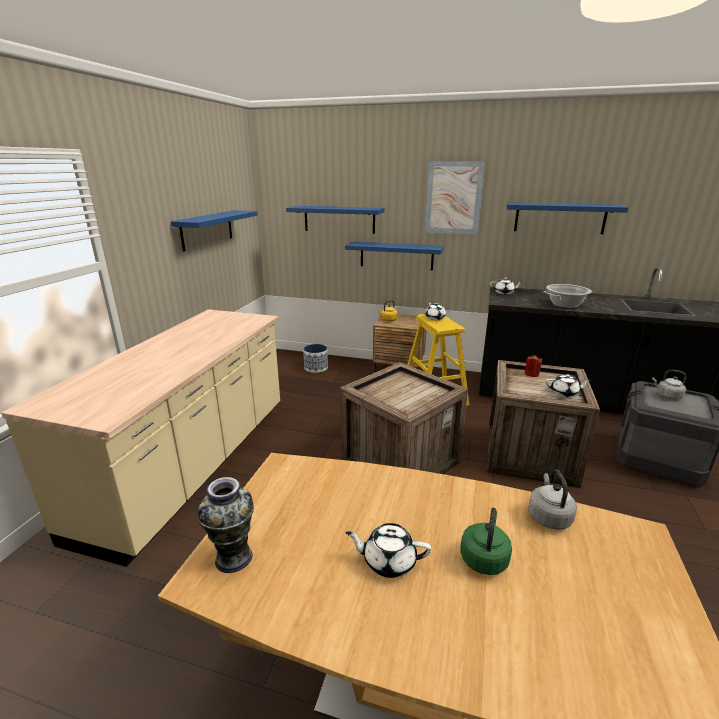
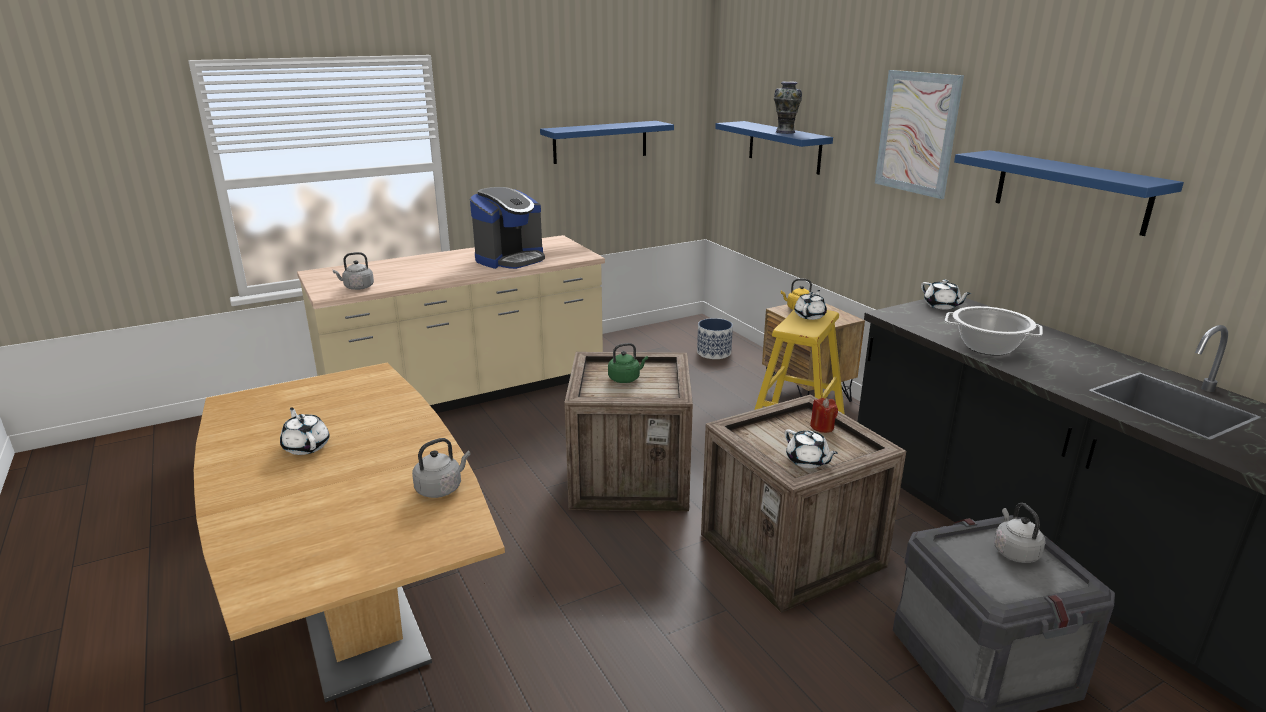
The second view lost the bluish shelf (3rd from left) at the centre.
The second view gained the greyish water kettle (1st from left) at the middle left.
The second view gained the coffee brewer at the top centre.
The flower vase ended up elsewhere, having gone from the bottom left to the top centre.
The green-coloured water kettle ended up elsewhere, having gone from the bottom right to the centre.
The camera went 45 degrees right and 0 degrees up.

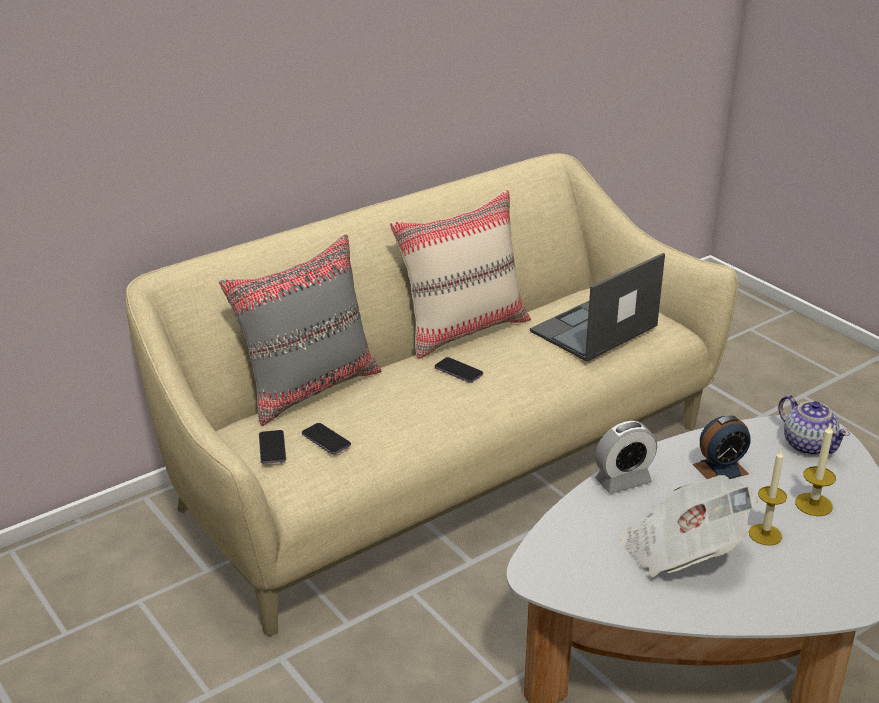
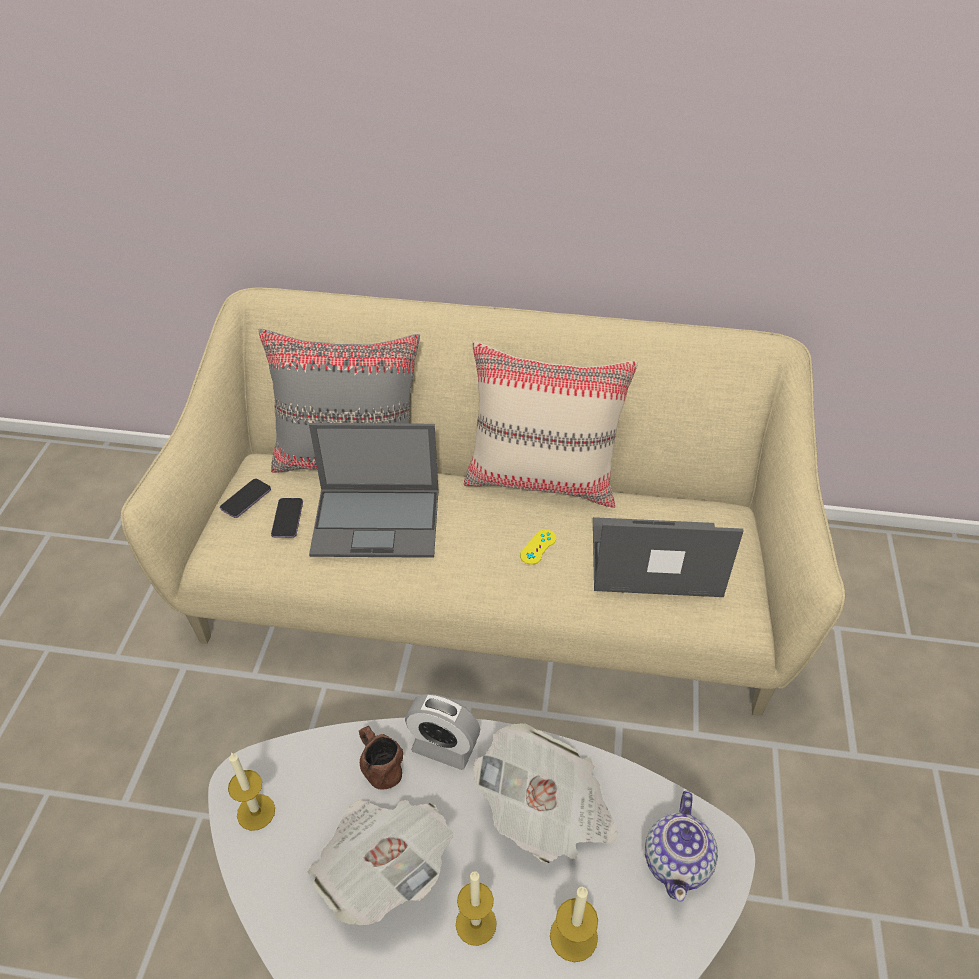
The second view lost the phone (3rd from left) at the centre.
The second view gained the wax candle (1st from left) at the bottom left.
The second view gained the notebook computer (1st from left) at the centre.
The second view gained the brownish tea mug at the bottom centre.
The second view gained the yellow-coloured game controller at the centre.
Where the bedside clock (2nd from left) stood at the middle right, the printed paper (2nd from left) came to stand at the bottom centre.
The camera went 45 degrees right and 15 degrees up.

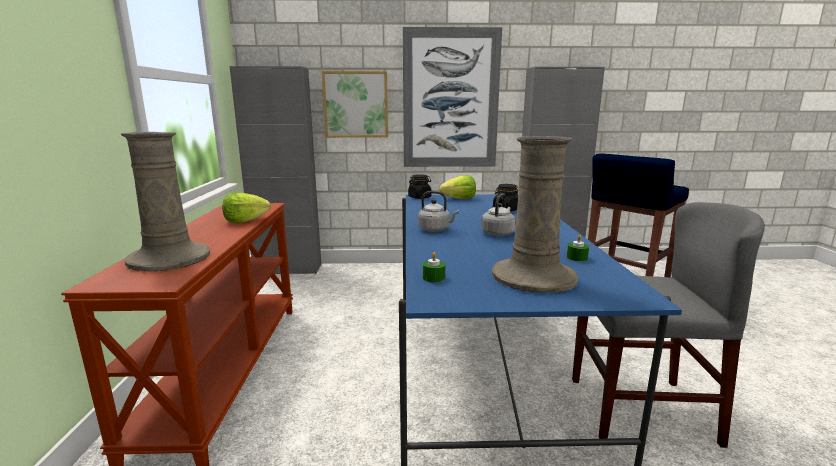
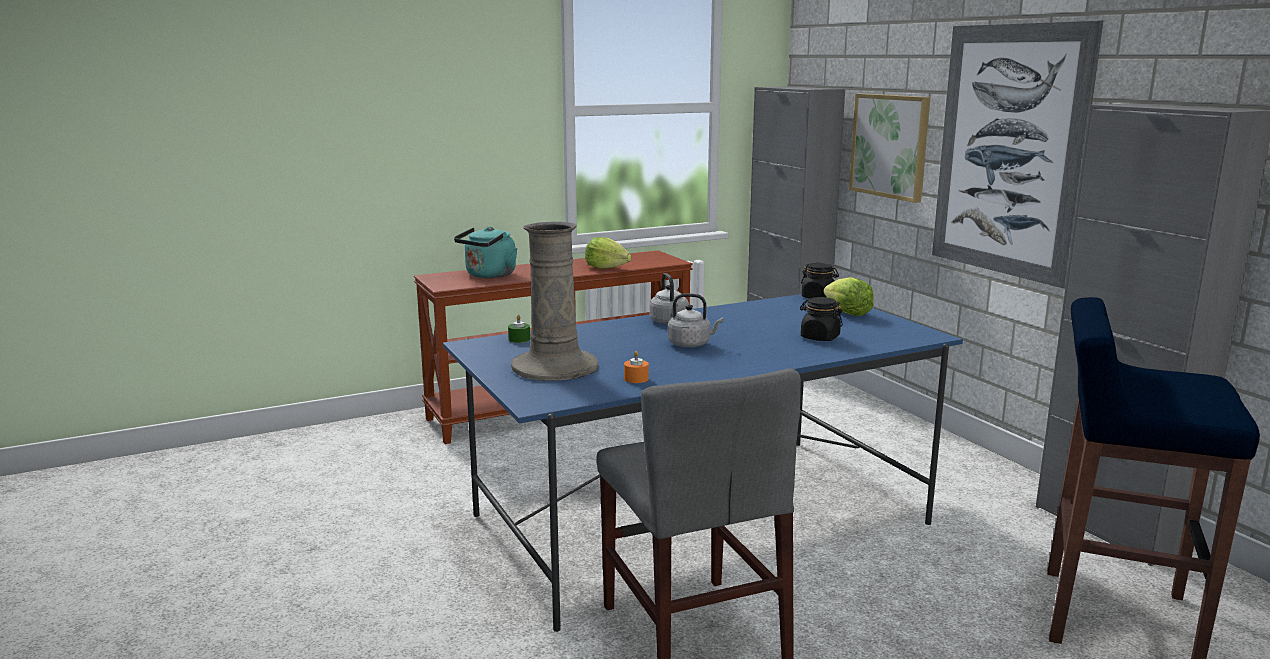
Where the sand-coloured flower vase (1st from left) stood at the middle left, the turquoise water kettle came to stand at the centre.
What was the green-coloured wax candle (2nd from left) at the middle right turned into the orange-coloured wax candle at the centre.
The camera went 65 degrees right and 0 degrees up.

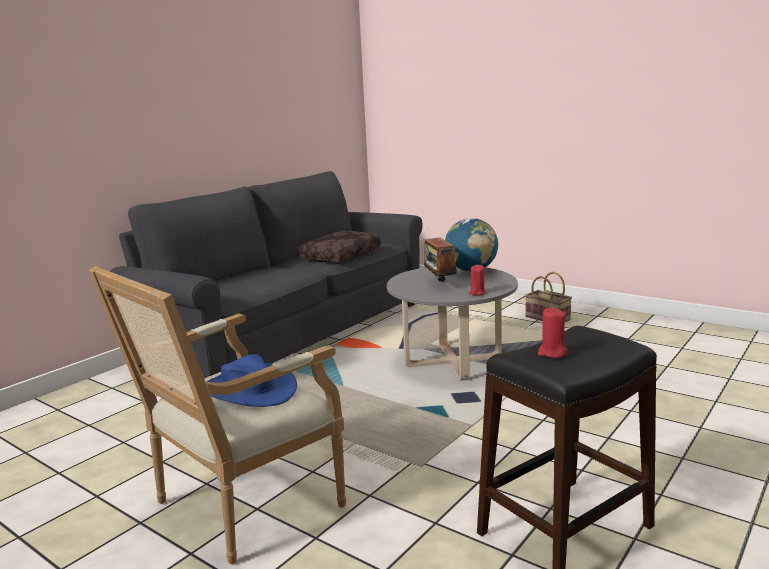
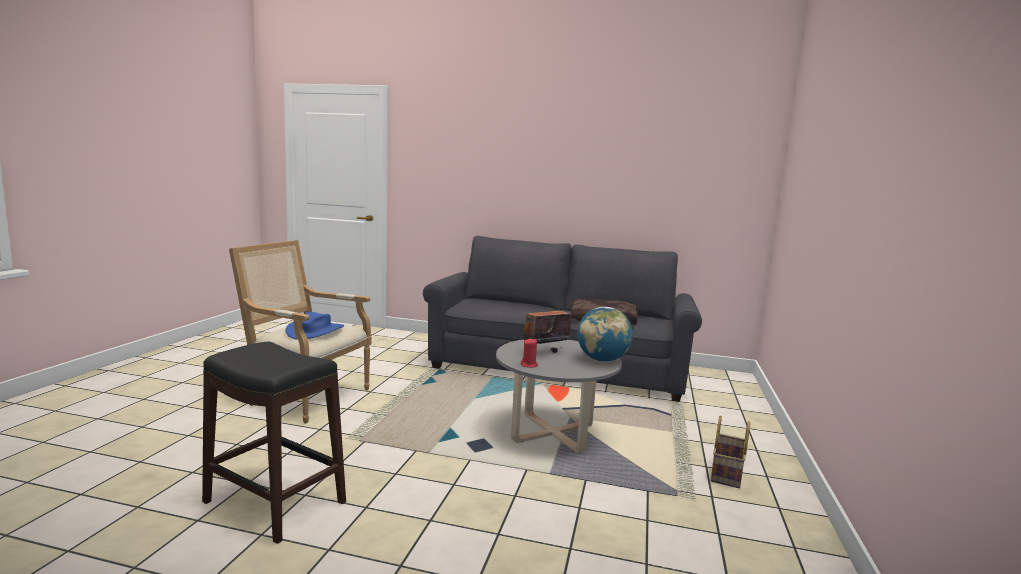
The second view lost the red-coloured wax candle (2nd from left) at the middle right.
The camera went 65 degrees right and 5 degrees down.

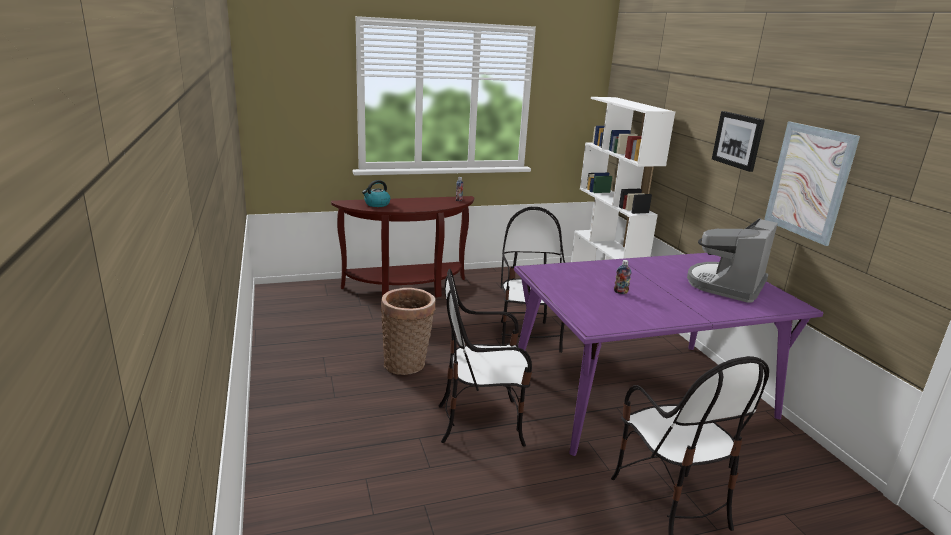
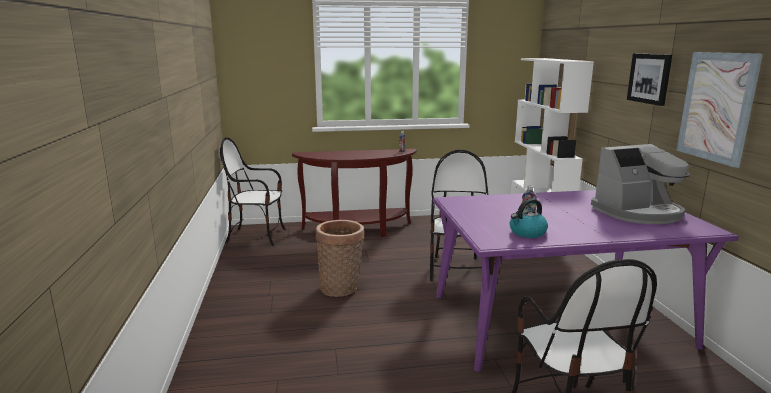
The water kettle ended up elsewhere, having gone from the centre to the middle right.
The upright chair (1st from left) ended up elsewhere, having gone from the bottom centre to the middle left.
The coffee brewer at the middle right ended up facing another way, 150 degrees counterclockwise from before.
The camera went 10 degrees right and 5 degrees down.

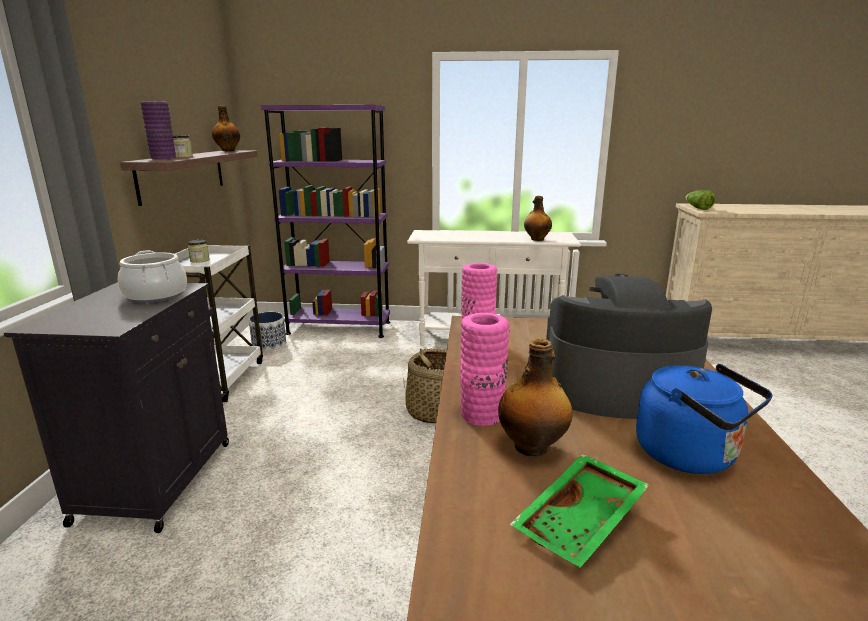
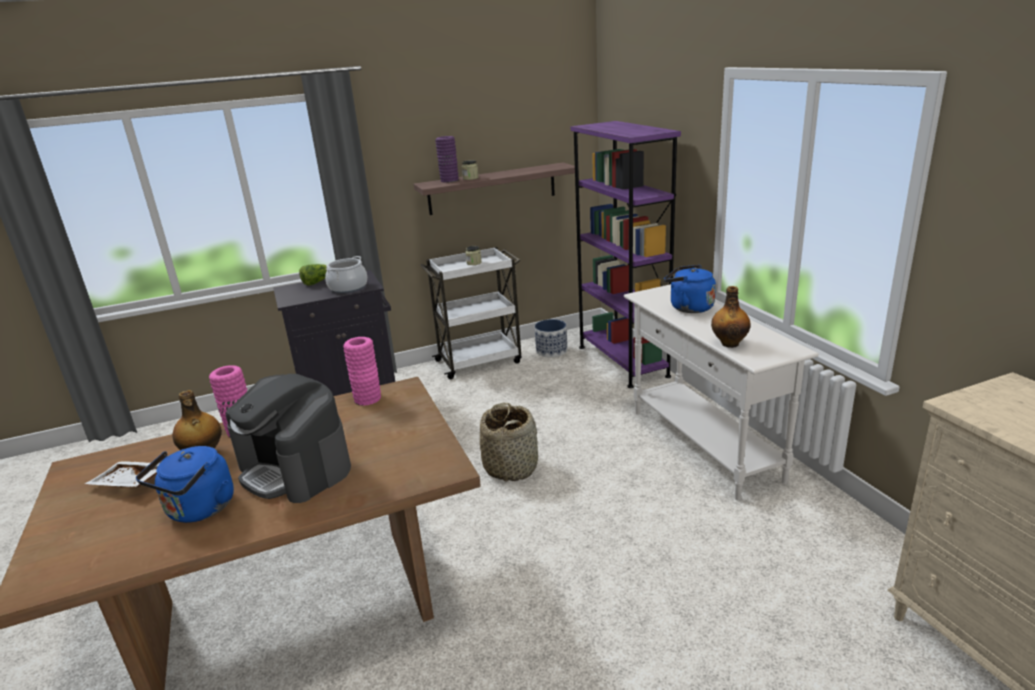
The second view lost the beverage bottle (1st from left) at the top left.
The second view gained the bluish water kettle (2nd from left) at the middle right.
The head of lettuce ended up elsewhere, having gone from the top right to the middle left.
What was the green-coloured carrying tray at the bottom right turned into the white carrying tray at the bottom left.
The coffee brewer at the middle right ended up facing another way, 150 degrees clockwise from before.
The camera went 65 degrees right and 5 degrees up.

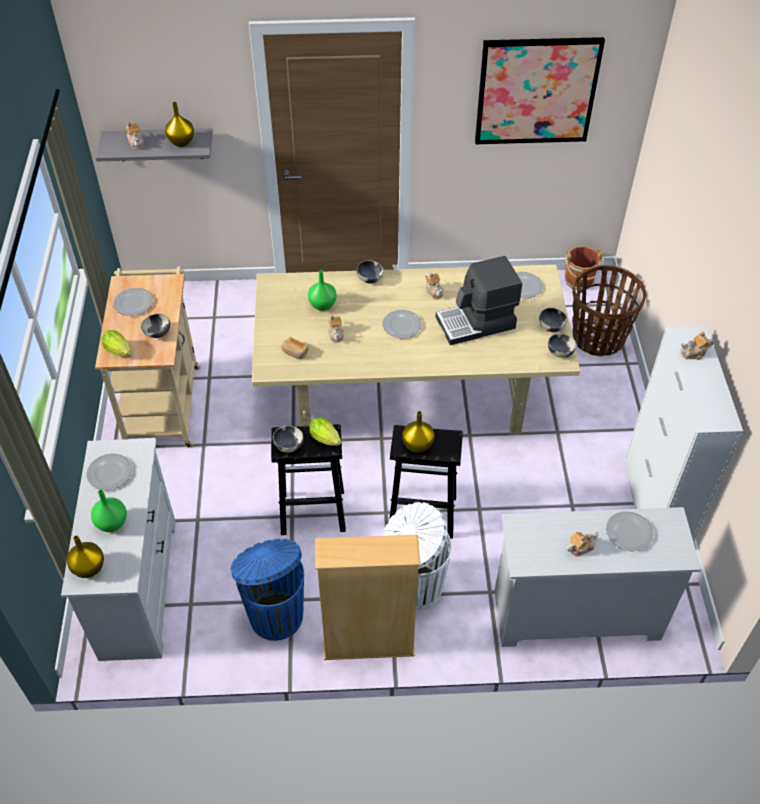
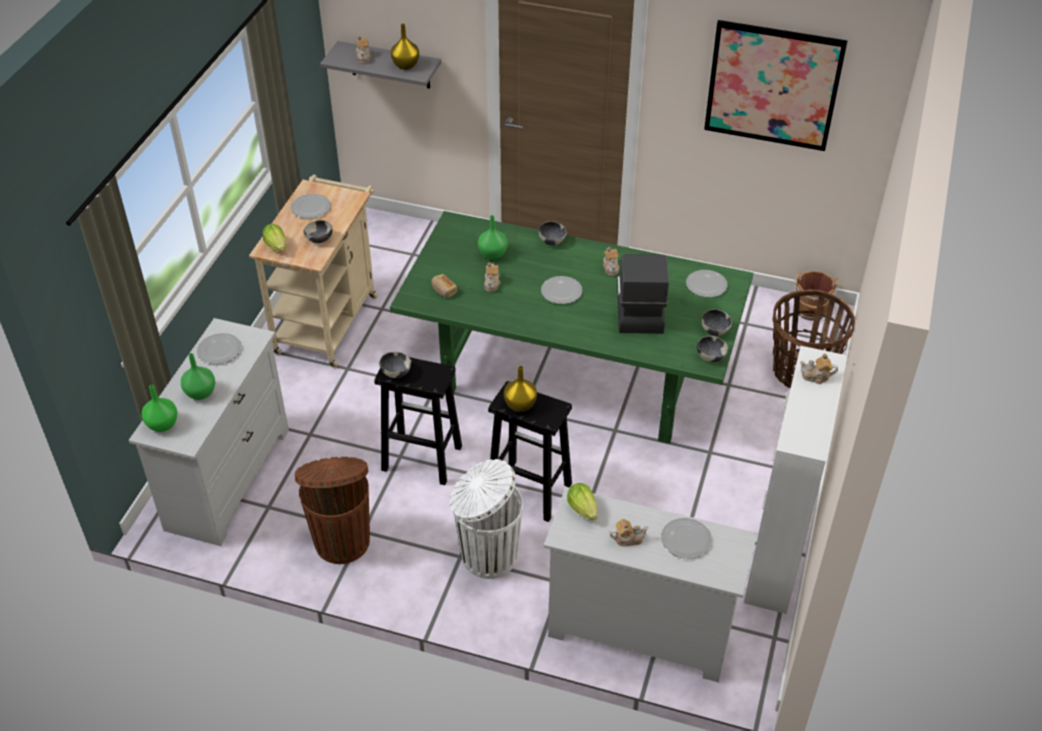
The second view lost the sand-coloured bookcase at the bottom centre.
The head of lettuce (2nd from left) ended up elsewhere, having gone from the centre to the bottom centre.
What was the yellow-coloured flower vase (1st from left) at the bottom left turned into the green-coloured flower vase (1st from left) at the middle left.
What was the bluish rubbish bin at the bottom centre turned into the brownish rubbish bin at the bottom left.
What was the sand-coloured kitchen table at the centre turned into the green-coloured kitchen table at the centre.
The coffee brewer at the centre ended up facing another way, 90 degrees clockwise from before.
The camera went 20 degrees right and 5 degrees down.

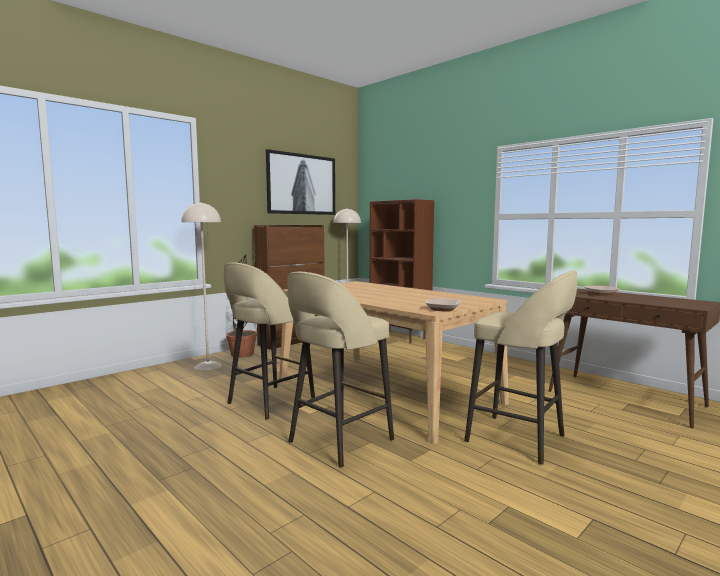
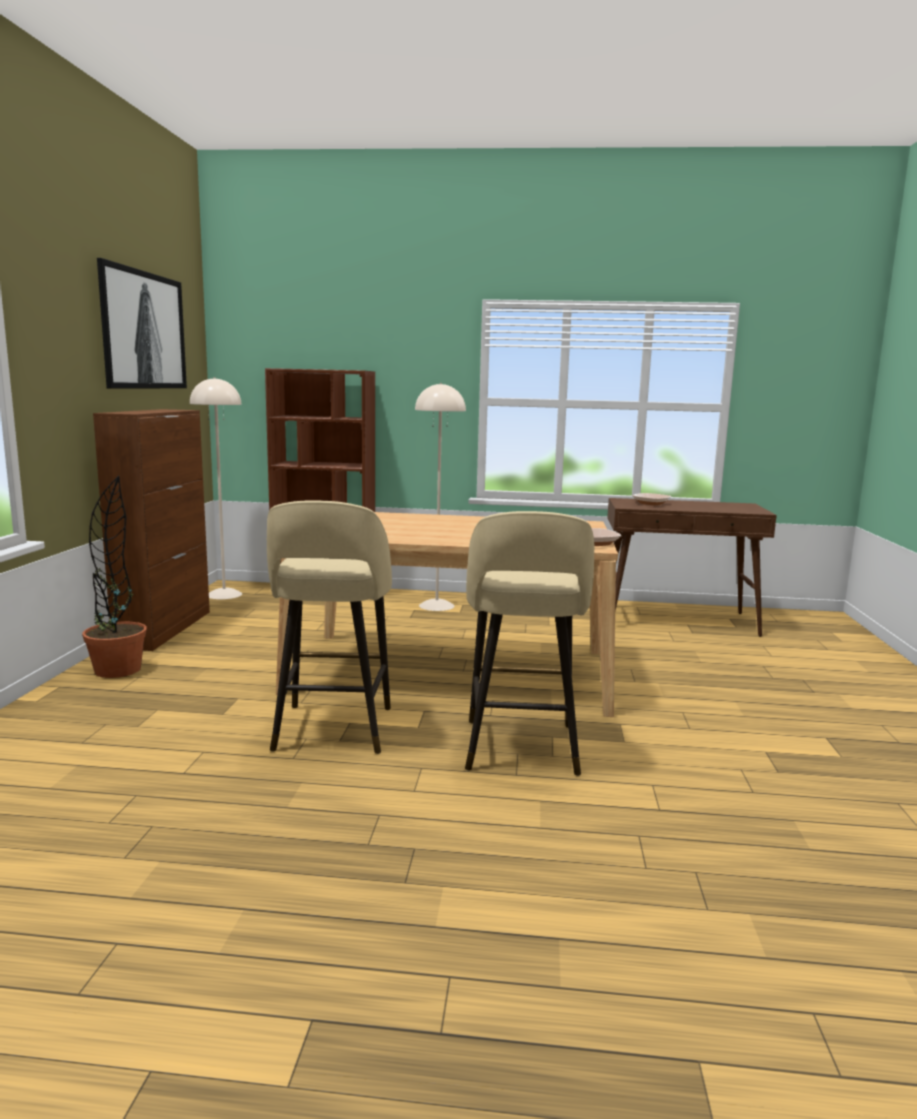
The second view lost the sand-coloured stool seat (3rd from left) at the middle right.
The sand-coloured floor lamp (1st from left in the first image) ended up elsewhere, having gone from the middle left to the centre.
The camera went 40 degrees left and 5 degrees up.

